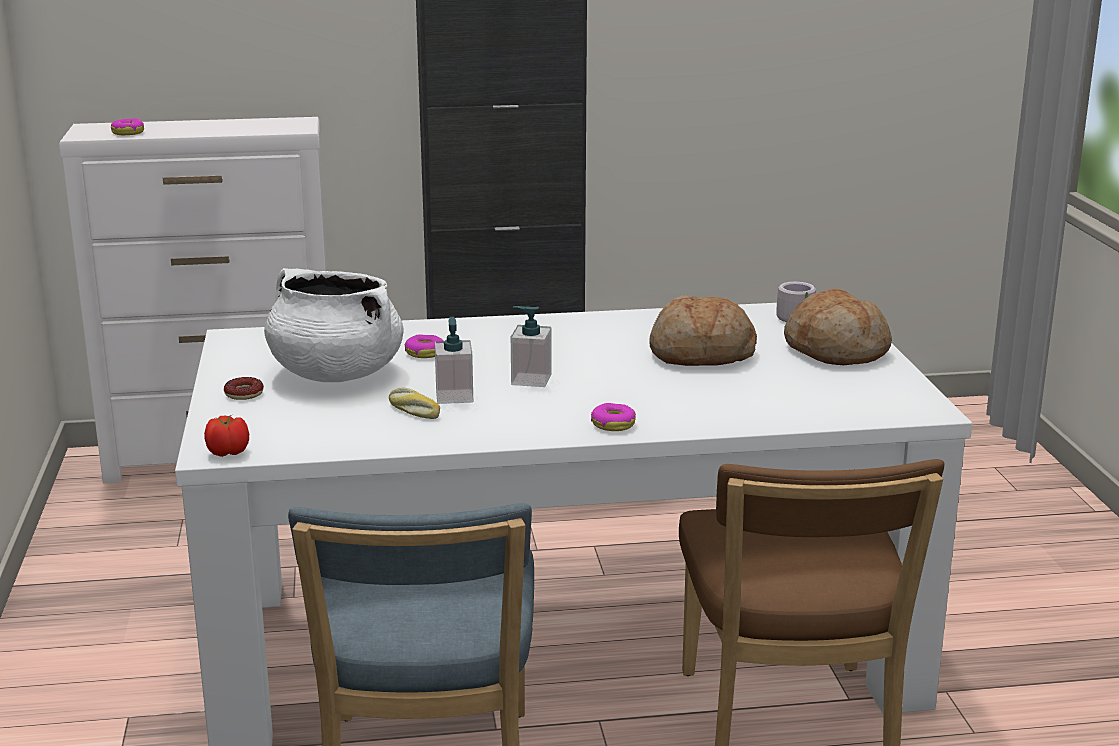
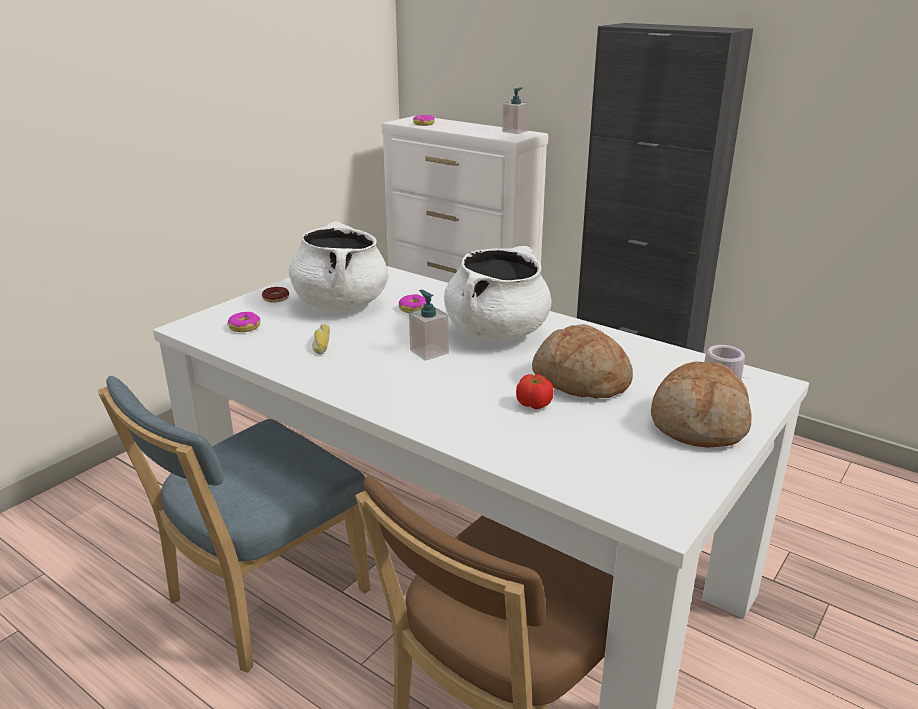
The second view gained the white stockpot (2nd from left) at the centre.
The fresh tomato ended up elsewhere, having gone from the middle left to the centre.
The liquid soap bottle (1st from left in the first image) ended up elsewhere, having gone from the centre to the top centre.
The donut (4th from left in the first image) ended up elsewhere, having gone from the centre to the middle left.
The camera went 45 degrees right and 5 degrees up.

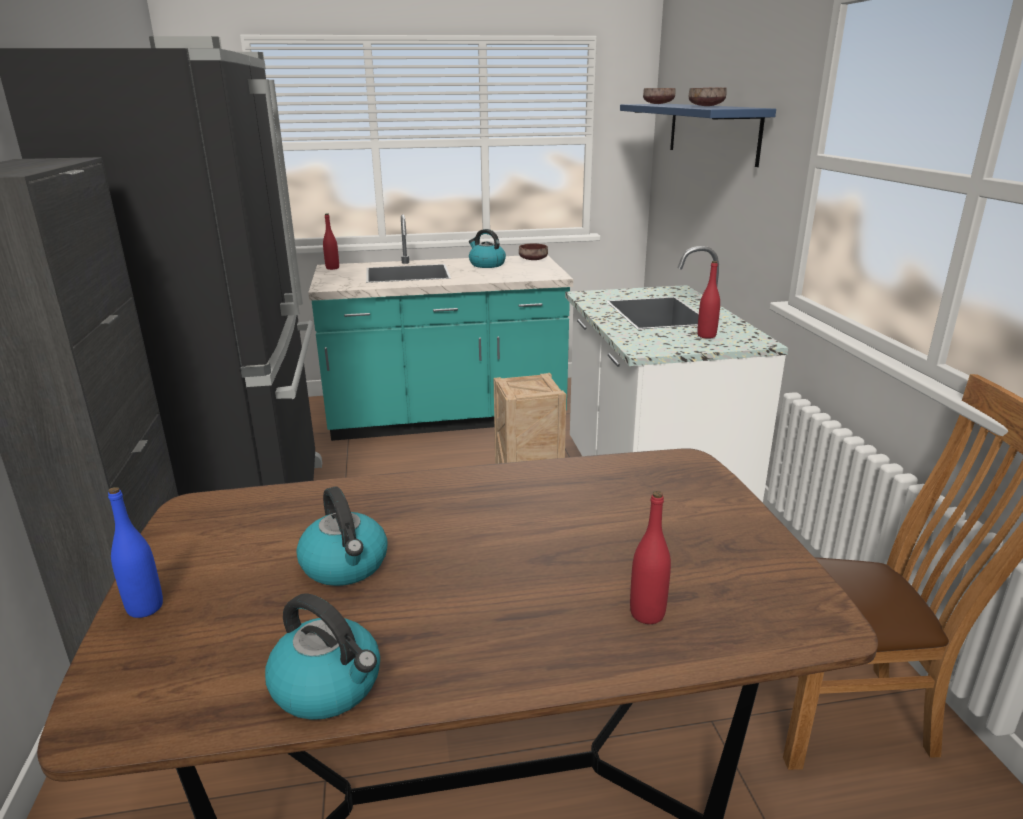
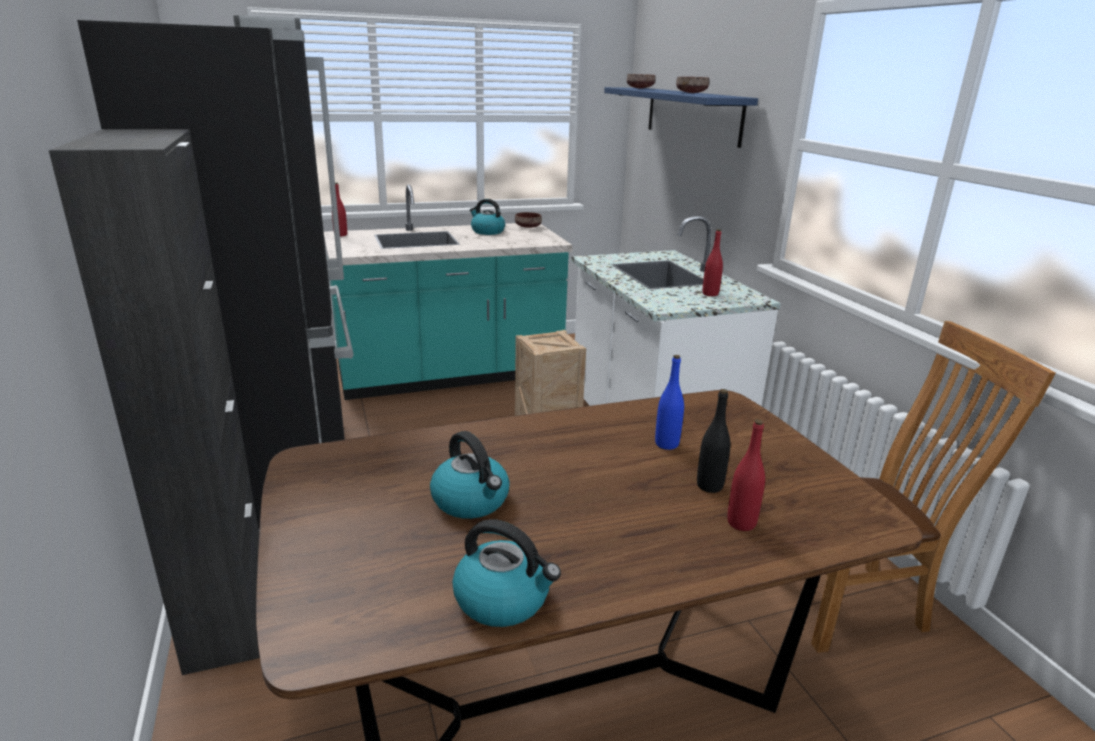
The second view gained the black-coloured beverage bottle at the centre.
The bluish beverage bottle ended up elsewhere, having gone from the bottom left to the centre.
The camera went 10 degrees left and 0 degrees up.

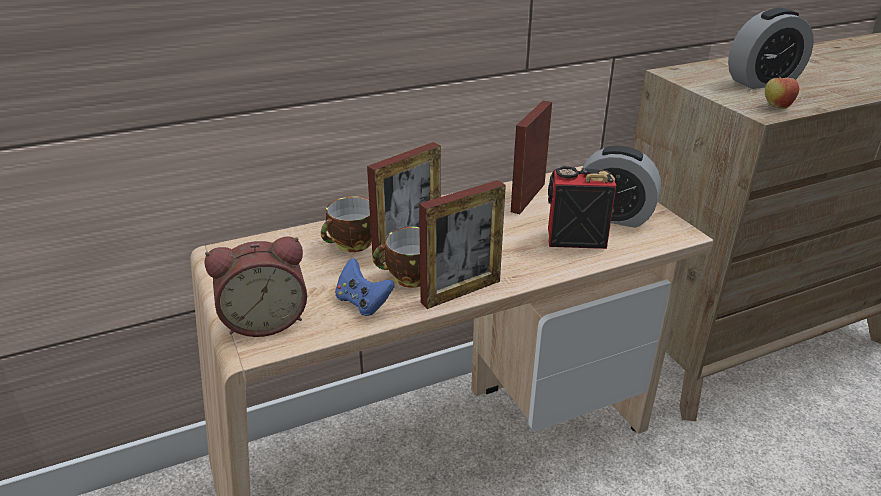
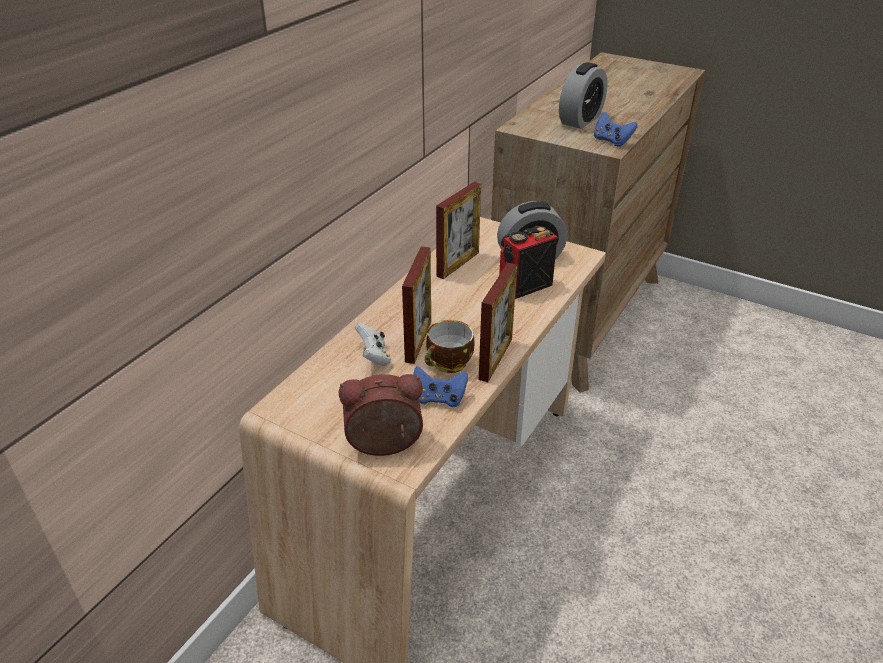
Where the cup (1st from left) stood at the centre, the white game controller came to stand at the centre.
Where the whole apple stood at the top right, the bluish game controller (2nd from left) came to stand at the top right.
The bedside clock (1st from left) at the middle left ended up facing another way, 135 degrees counterclockwise from before.
The picture frame (3rd from left in the first image) at the top centre ended up facing another way, 135 degrees counterclockwise from before.
The camera went 35 degrees left and 5 degrees up.

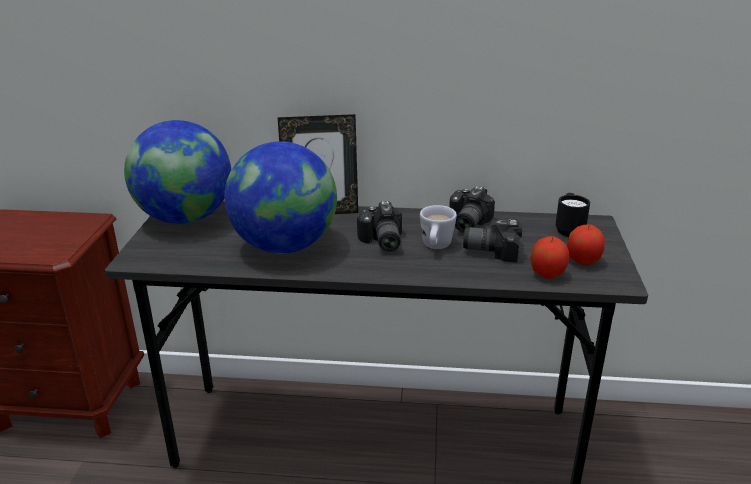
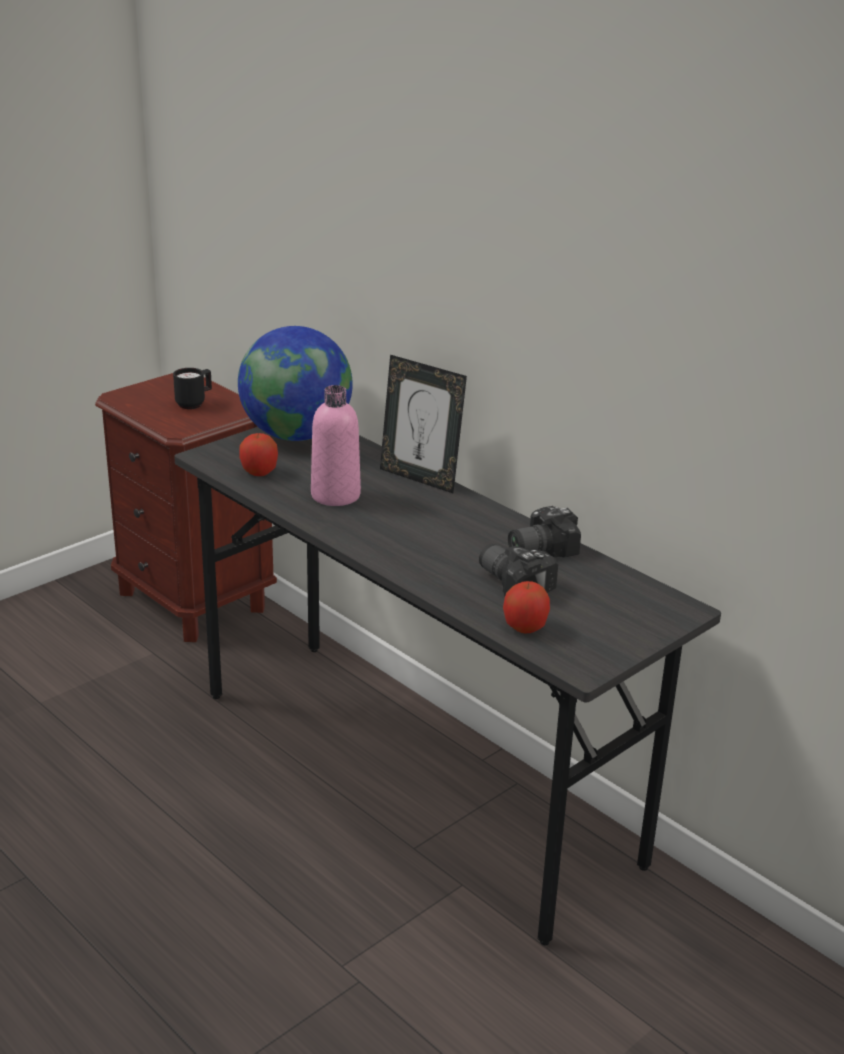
The second view lost the photo camera (1st from left) at the centre.
The second view lost the white tea mug at the centre.
The black-coloured tea mug ended up elsewhere, having gone from the middle right to the middle left.
The whole apple (2nd from left in the first image) ended up elsewhere, having gone from the middle right to the middle left.
Where the globe (2nd from left) stood at the centre, the pinkish beverage bottle came to stand at the centre.
The camera went 40 degrees right and 0 degrees up.

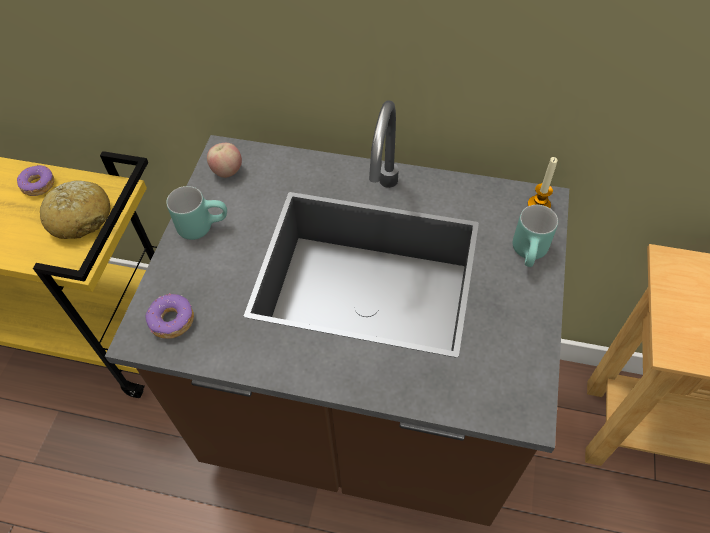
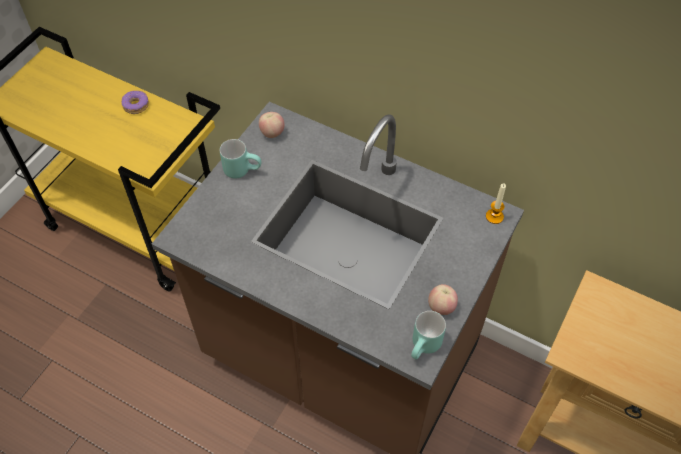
The second view lost the bakery bread at the middle left.
The second view lost the donut (2nd from left) at the middle left.
The second view gained the whole apple (2nd from left) at the centre.
The turquoise tea mug (2nd from left) ended up elsewhere, having gone from the middle right to the bottom centre.
The camera went 15 degrees right and 0 degrees up.

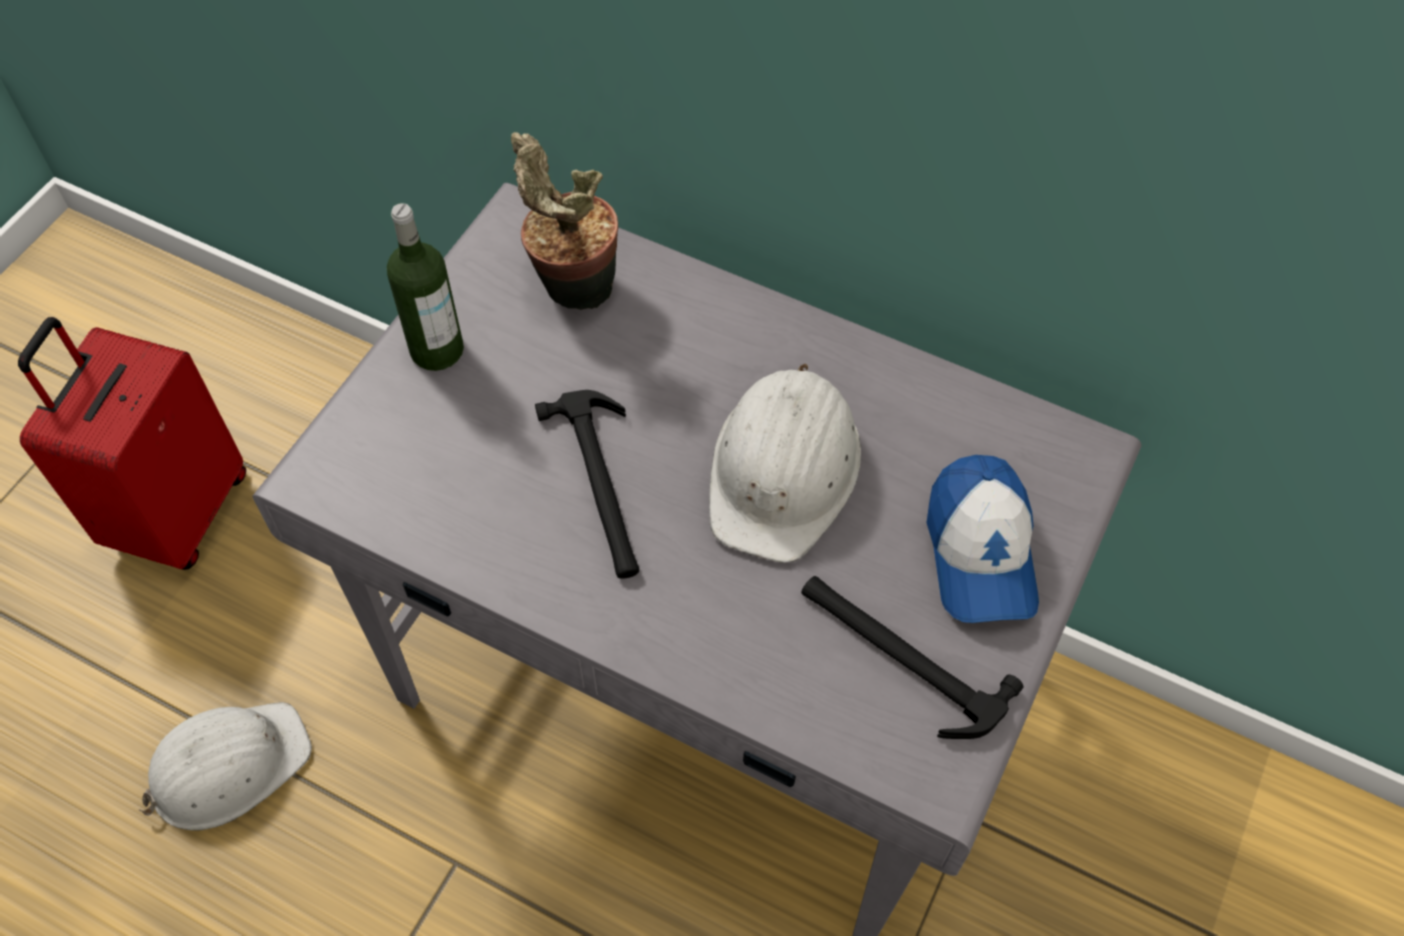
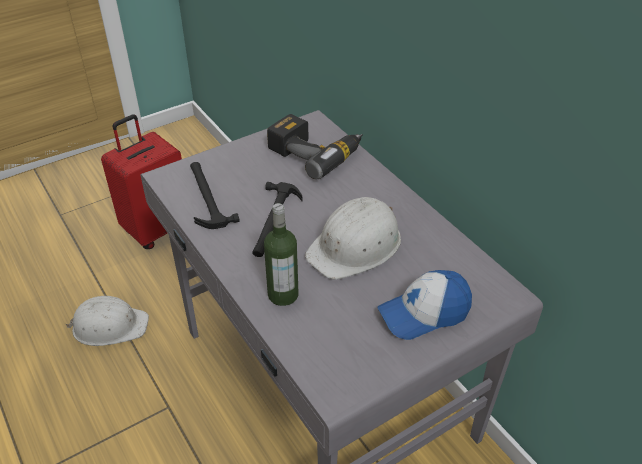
The beverage bottle ended up elsewhere, having gone from the top left to the centre.
The tool hammer (2nd from left in the first image) ended up elsewhere, having gone from the bottom centre to the centre.
Where the potted plant stood at the top centre, the power drill came to stand at the top centre.
The baseball cap at the middle right ended up facing another way, 45 degrees clockwise from before.
The camera went 30 degrees right and 15 degrees down.

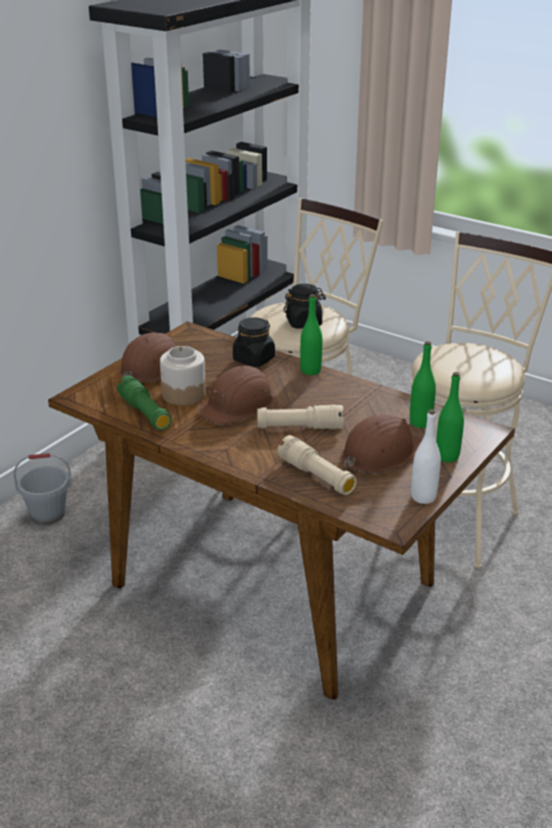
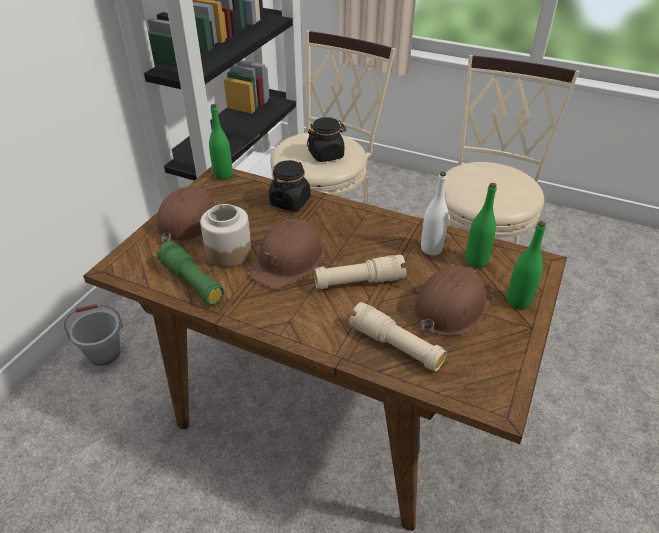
The green-coloured beverage bottle (1st from left) ended up elsewhere, having gone from the centre to the top centre.
The white beverage bottle ended up elsewhere, having gone from the middle right to the centre.
The camera went 10 degrees left and 10 degrees up.

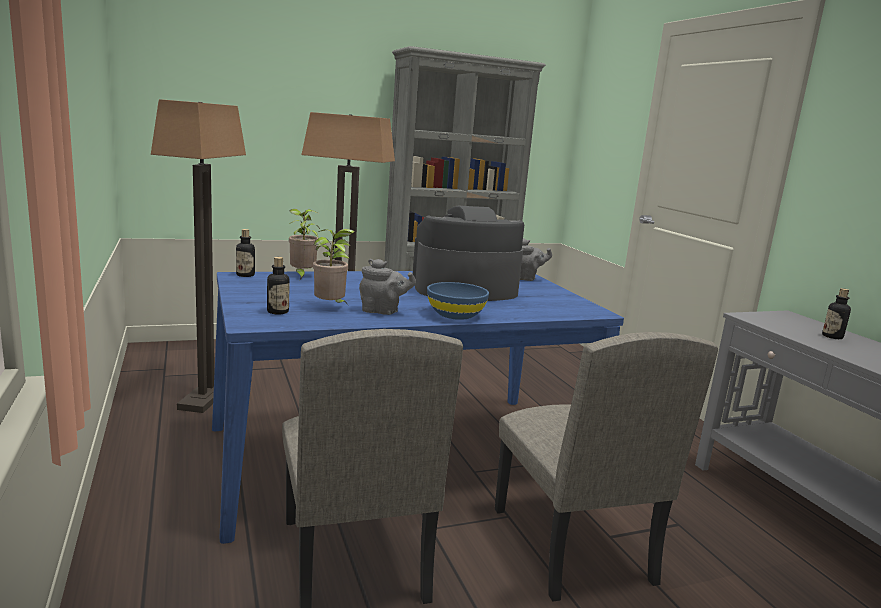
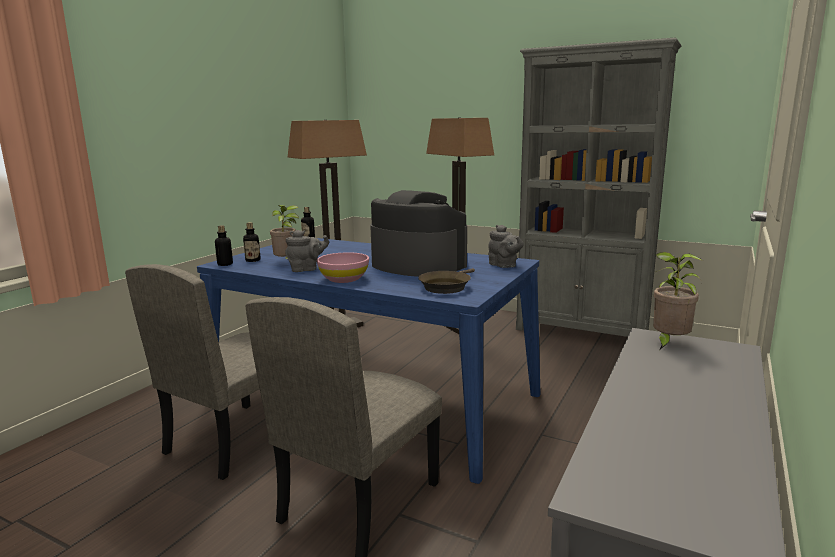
The second view gained the brownish frying pan at the centre.
The potted plant (1st from left in the first image) ended up elsewhere, having gone from the centre to the middle right.
The beverage bottle (3rd from left in the first image) ended up elsewhere, having gone from the middle right to the middle left.
What was the bluish bowl at the centre turned into the pinkish bowl at the centre.
The greyish teapot (1st from left) at the centre ended up facing another way, 75 degrees counterclockwise from before.
The camera went 50 degrees right and 0 degrees up.

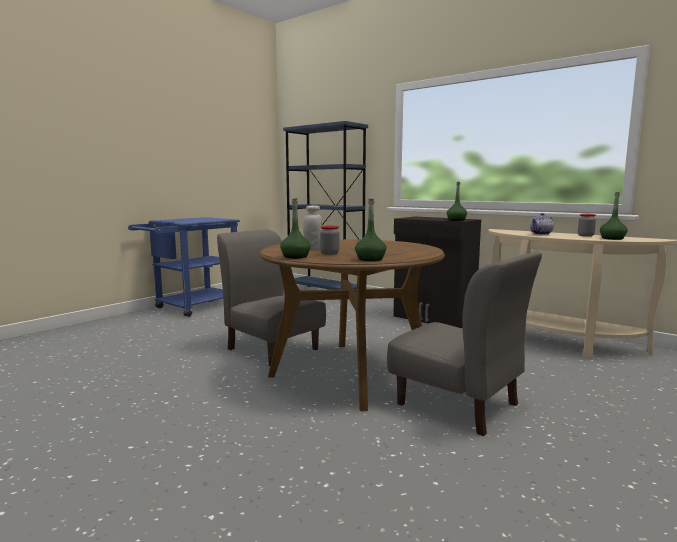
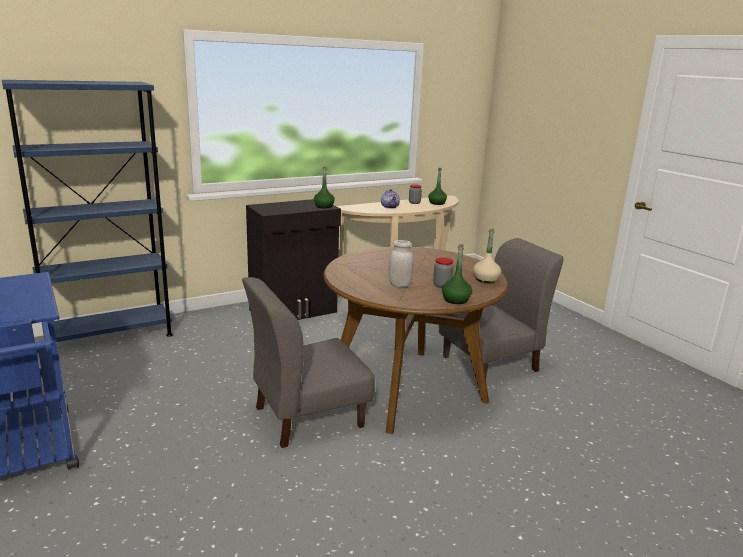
What was the green-coloured beverage bottle (2nd from left) at the centre turned into the sand-coloured beverage bottle at the centre.
The camera went 70 degrees left and 10 degrees up.

